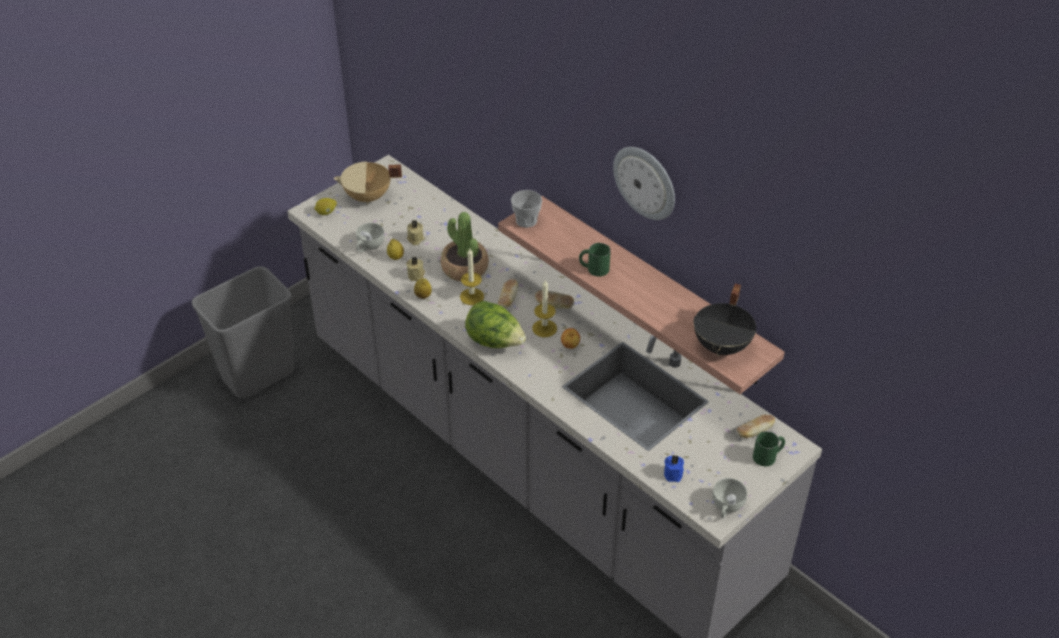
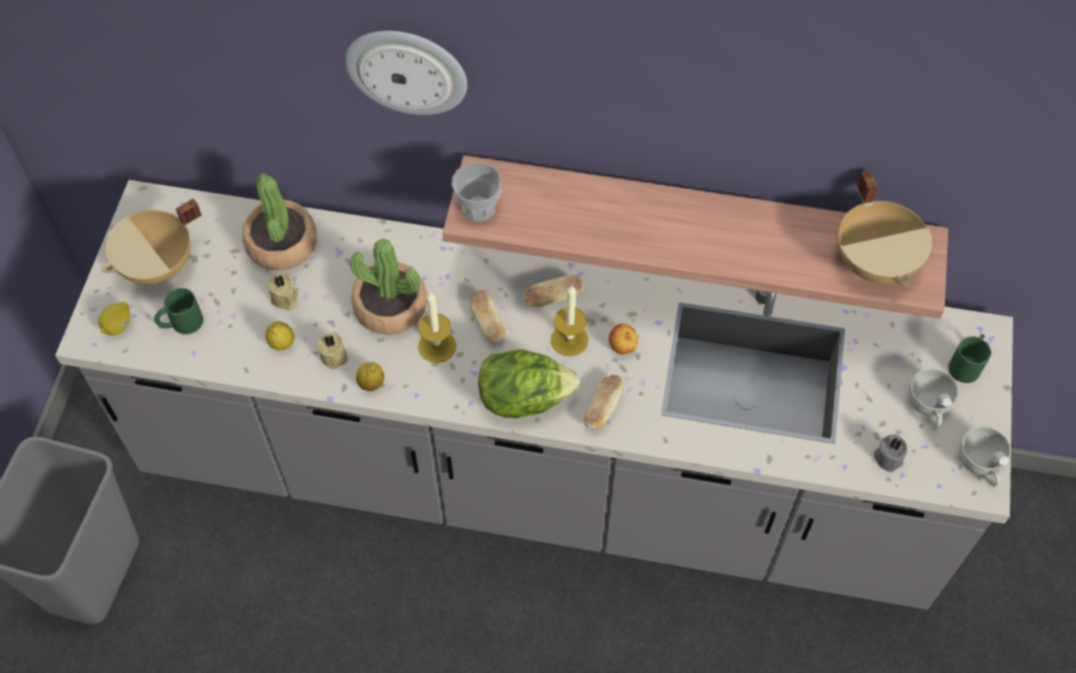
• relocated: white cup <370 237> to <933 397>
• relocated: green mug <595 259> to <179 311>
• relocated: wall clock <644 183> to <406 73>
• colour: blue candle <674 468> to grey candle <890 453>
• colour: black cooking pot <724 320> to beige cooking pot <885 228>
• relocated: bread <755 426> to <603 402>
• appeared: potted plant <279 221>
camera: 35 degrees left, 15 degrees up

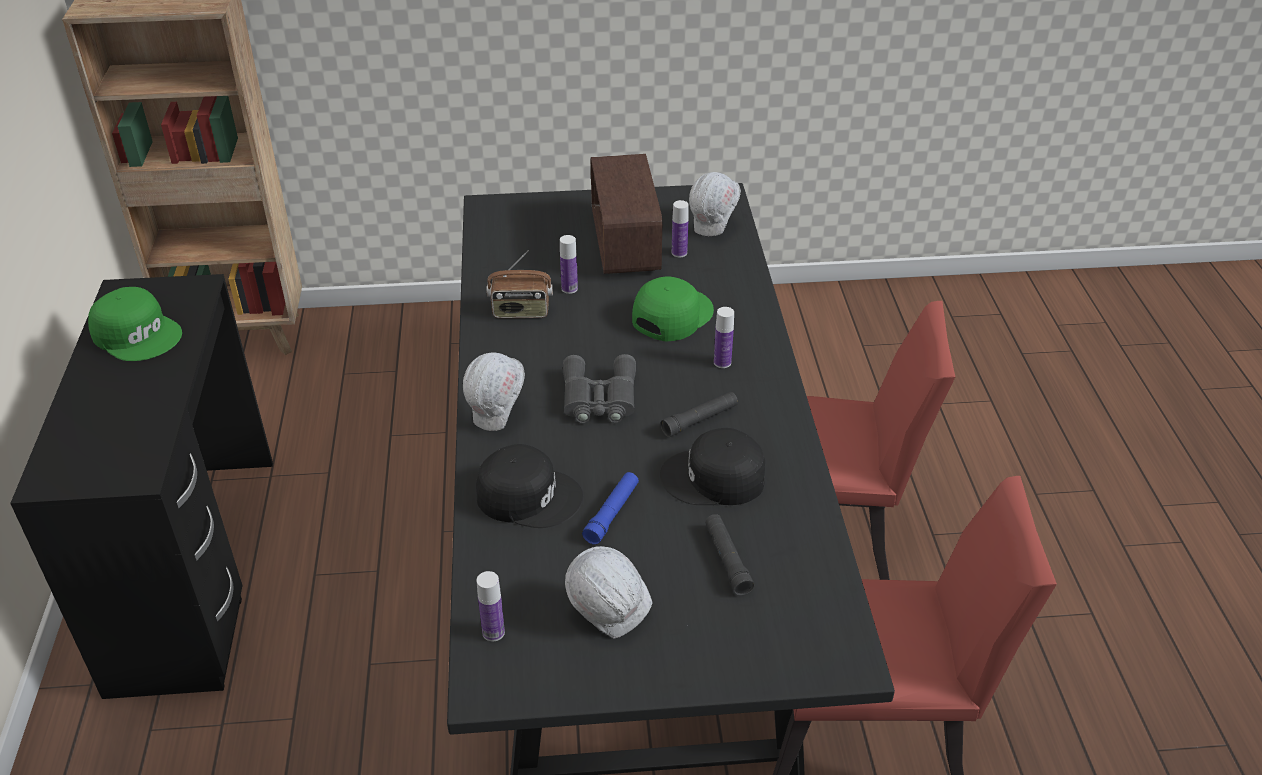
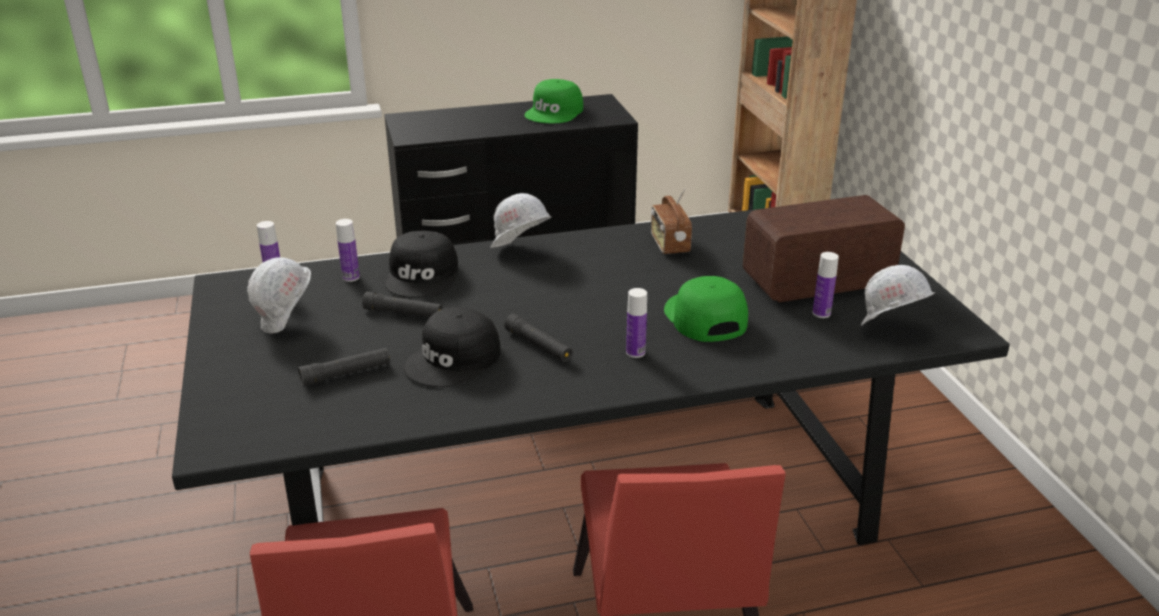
• relocated: bottle <569 264> to <348 250>
• missing: grey binoculars <599 388>
• colour: blue flashlight <610 508> to black flashlight <402 304>
• spun: green cap <673 308> = <706 309> 135 degrees counterclockwise
• spun: black cap <712 466> = <452 347> 135 degrees counterclockwise
camera: 80 degrees right, 10 degrees down

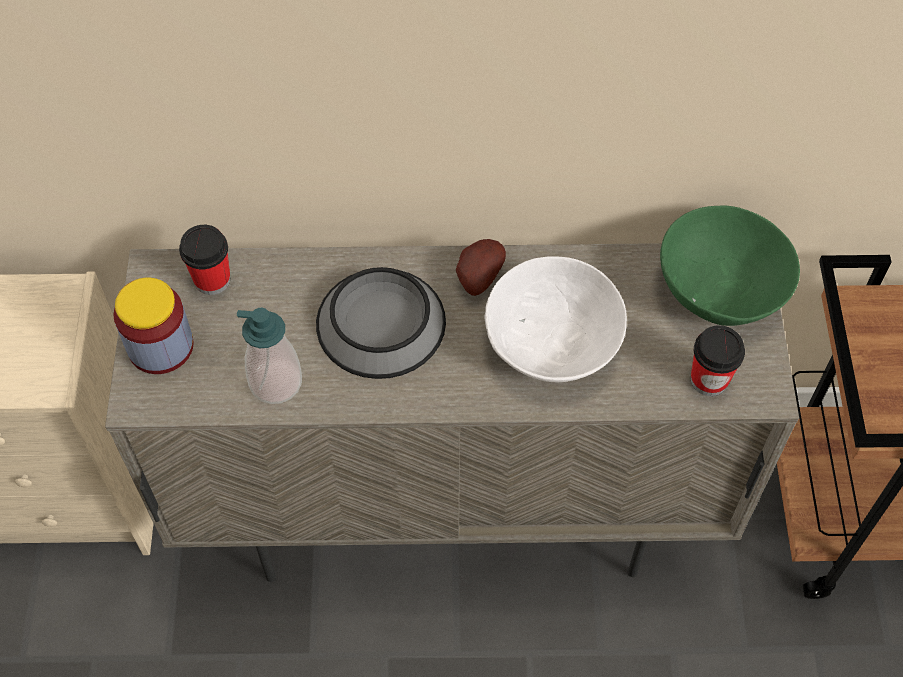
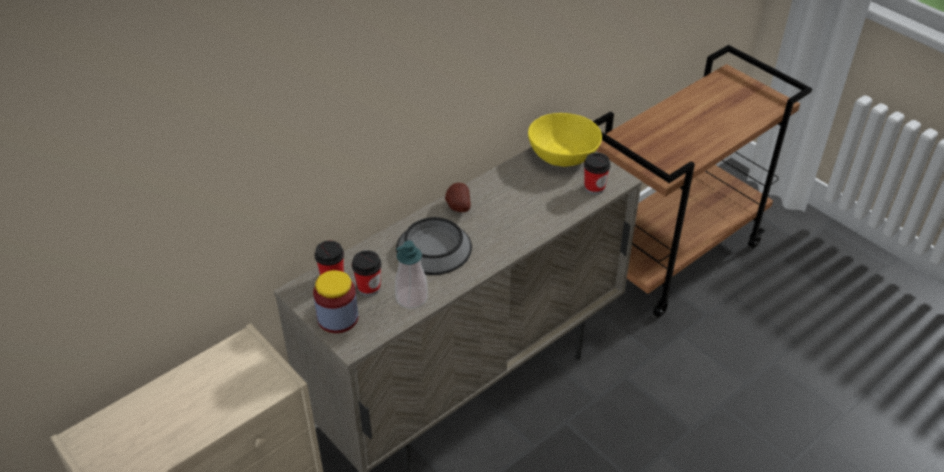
• missing: white bowl <555 319>
• colour: green bowl <730 265> to yellow bowl <565 140>
• appeared: cup <367 273>
camera: 40 degrees left, 15 degrees down

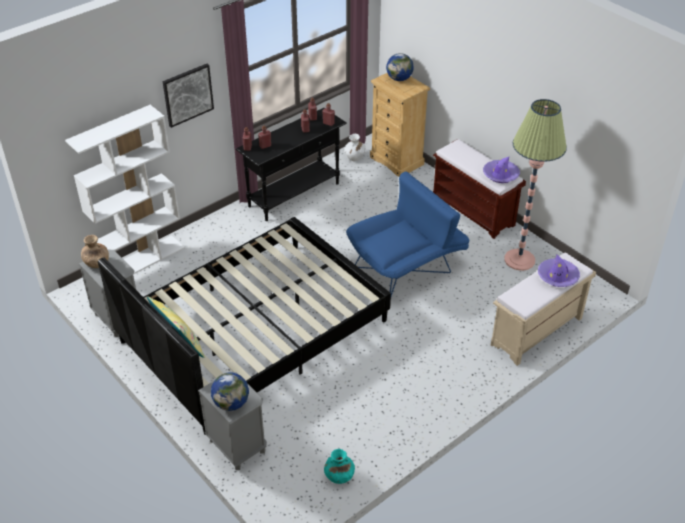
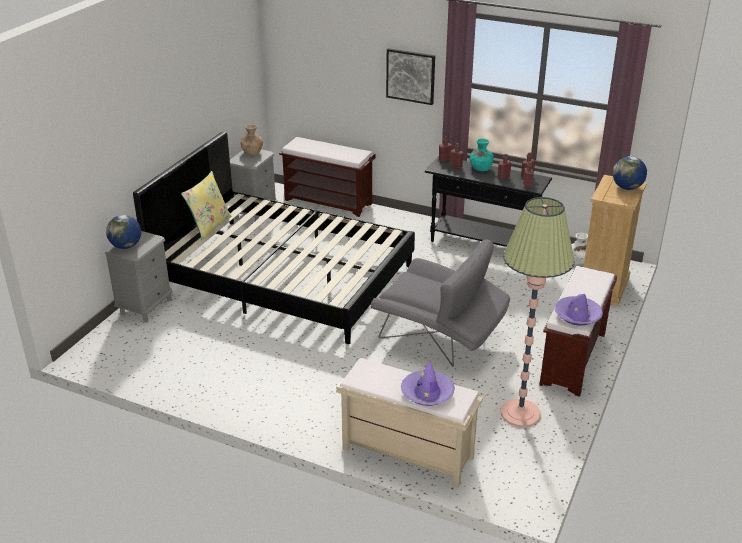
• exchanged: white bookcase <125 189> to brown bench <327 177>
• relocated: turquoise vase <339 466> to <482 154>
• colour: blue armchair <407 233> to grey armchair <440 303>
camera: 65 degrees right, 10 degrees down

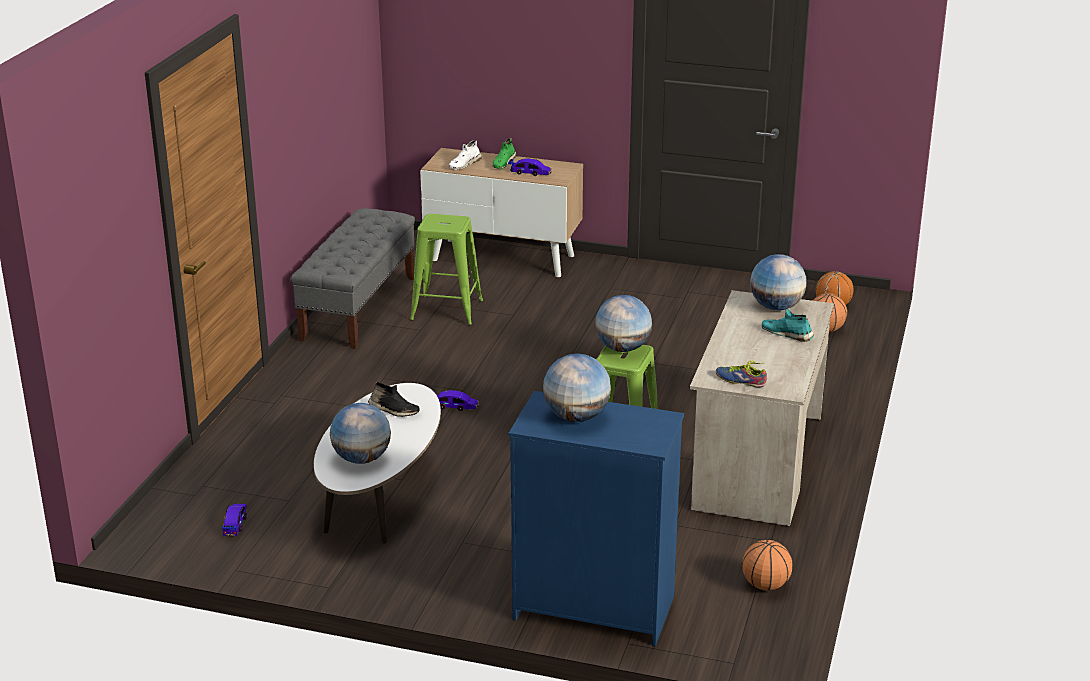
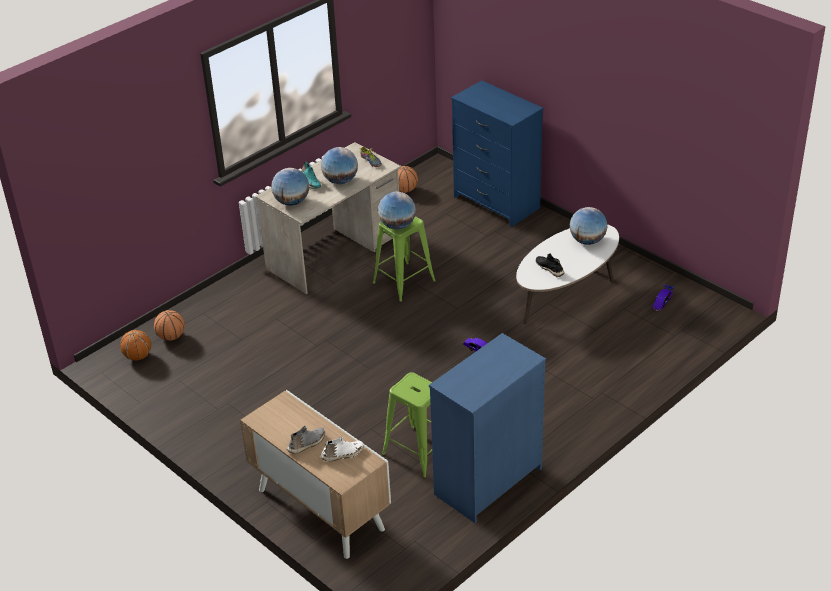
• exchanged: grey bench <352 278> to blue dresser <487 428>
• colour: green shoe <504 153> to grey shoe <306 440>
• missing: toy car <530 167>
• relocated: globe <577 388> to <339 165>
camera: 150 degrees left, 10 degrees up

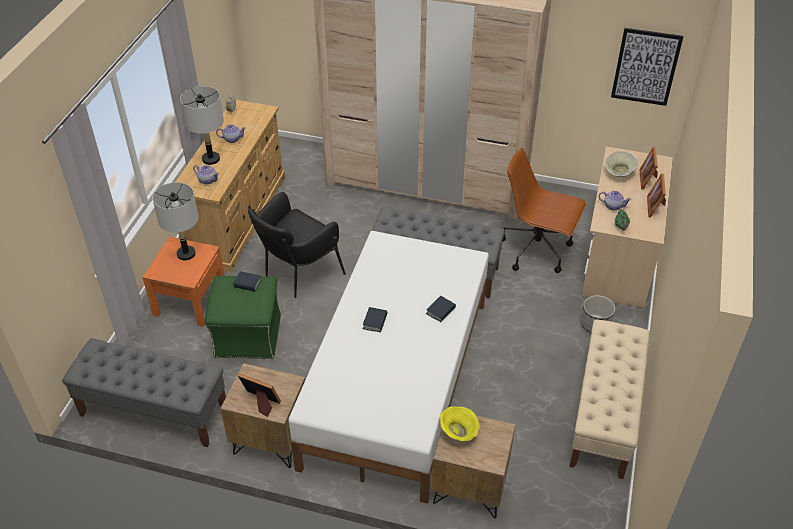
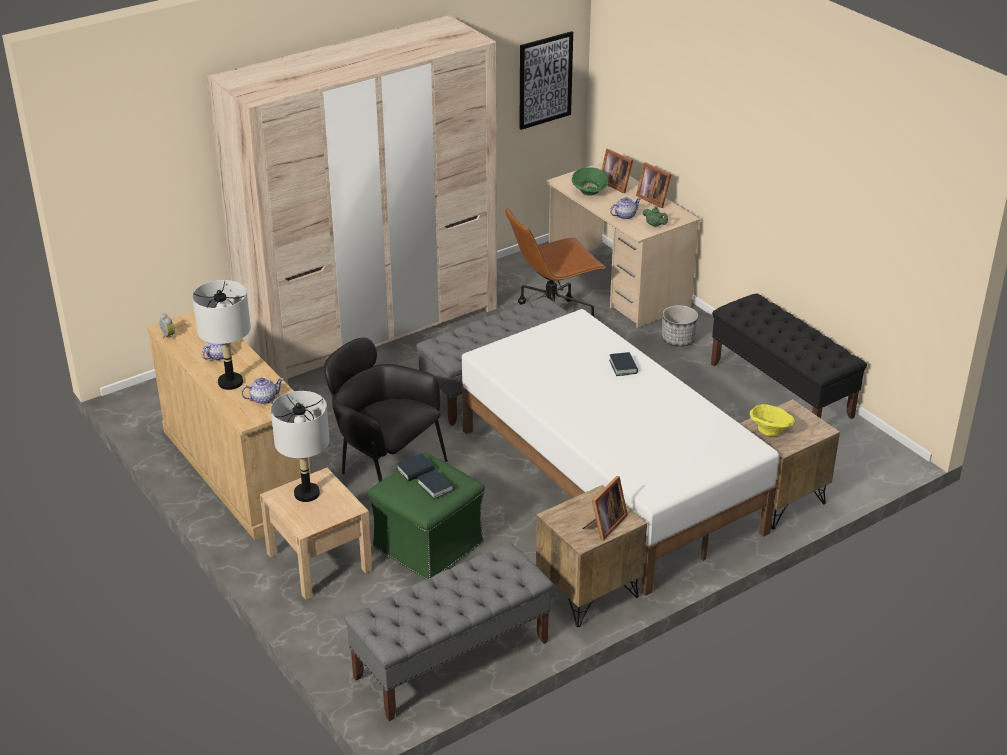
• colour: orange nightstand <183 282> to beige nightstand <316 534>
• spun: picture frame <259 395> = <605 508> 150 degrees clockwise
• spun: black armchair <297 245> = <386 410> 135 degrees clockwise
• relocated: book <375 319> to <435 484>
• colour: beige bench <609 399> to black bench <789 356>
• colour: beige bowl <621 164> to green bowl <590 181>
camera: 50 degrees left, 10 degrees down

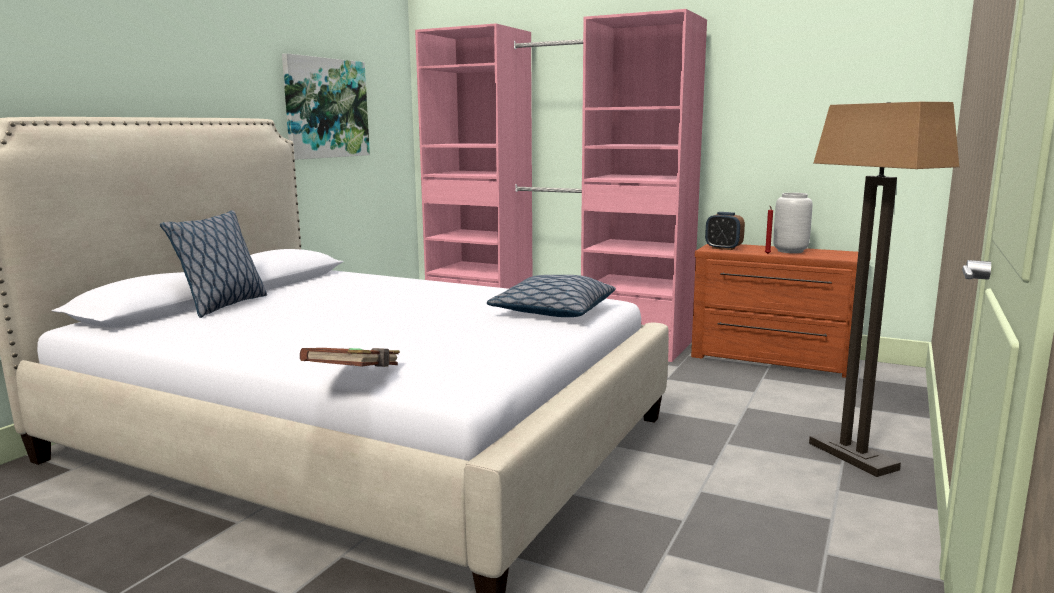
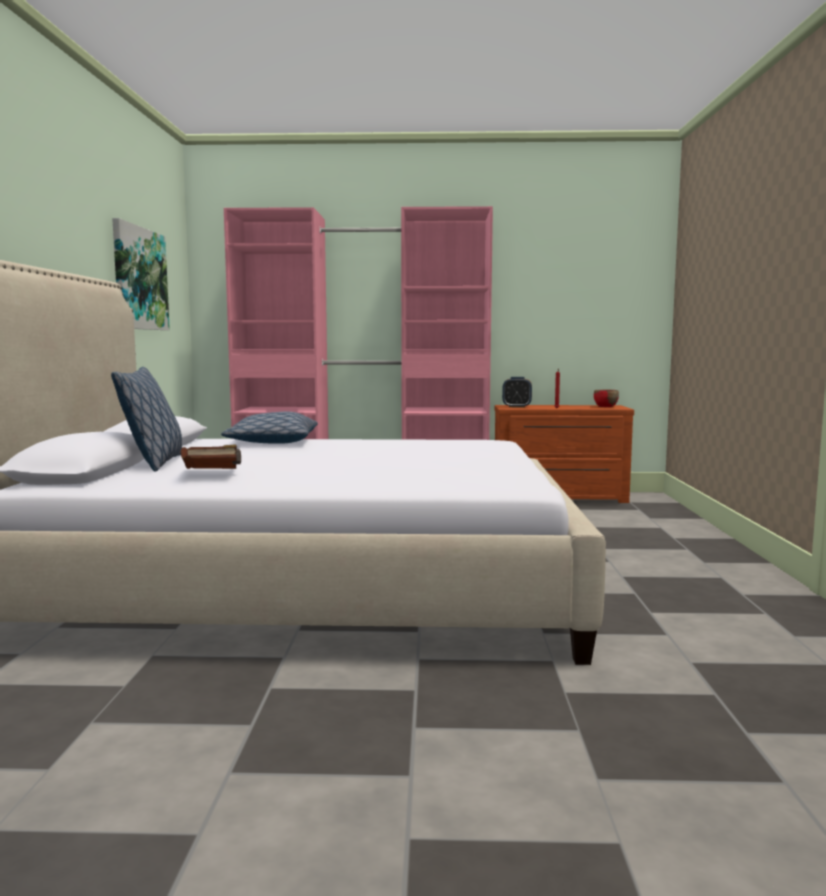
• relocated: brown book <350 357> to <211 456>
• relocated: pillow <551 296> to <269 428>
• missing: grey vase <792 223>
• missing: floor lamp <884 289>
• appeared: red bowl <606 398>
camera: 25 degrees left, 5 degrees down

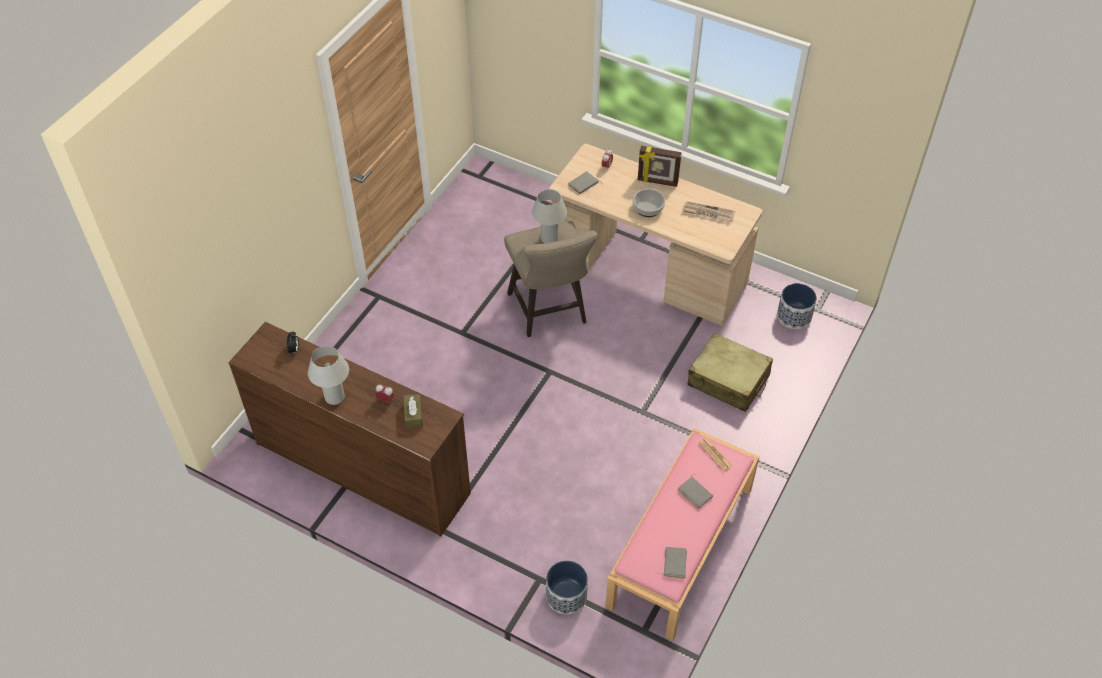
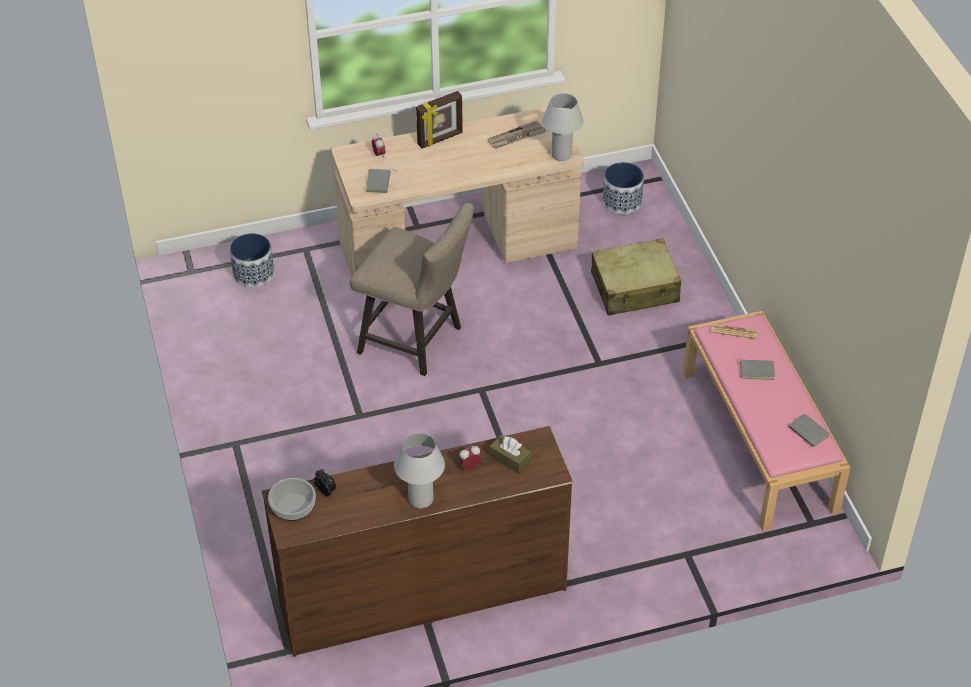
• relocated: white table lamp <549 216> to <563 127>
• relocated: planter <567 587> to <252 260>
• relocated: bowl <649 203> to <292 499>
camera: 45 degrees left, 5 degrees down

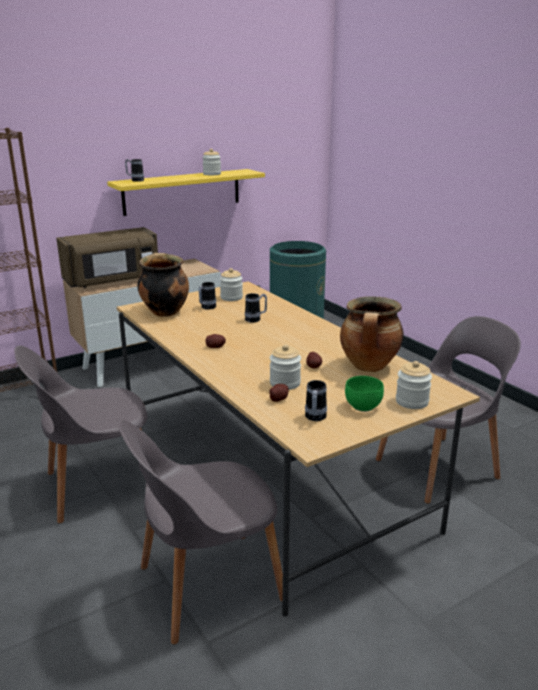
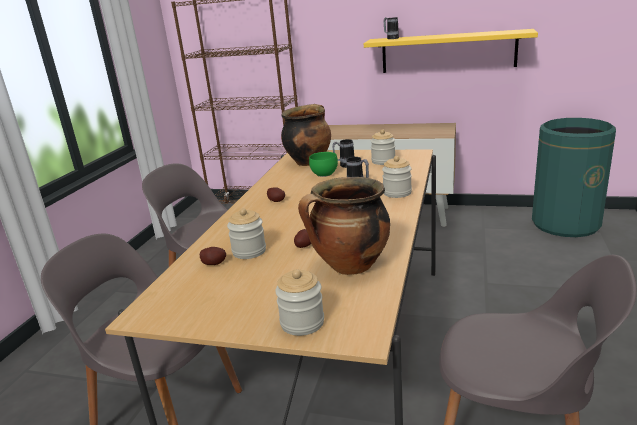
• missing: brown microwave <107 257>
• relocated: jar <211 162> to <397 177>
• missing: mug <316 400>
• relocated: green bowl <364 394> to <323 164>
camera: 50 degrees right, 0 degrees up

